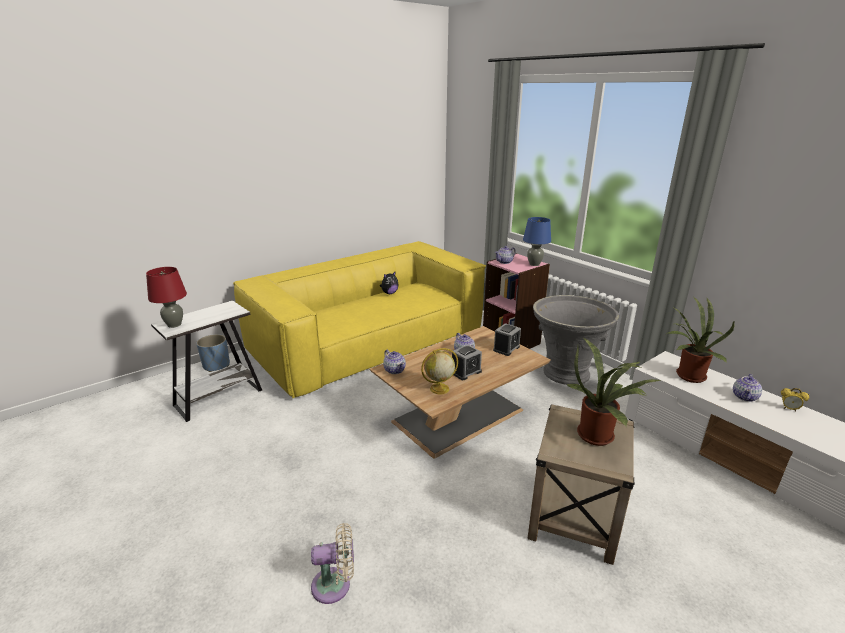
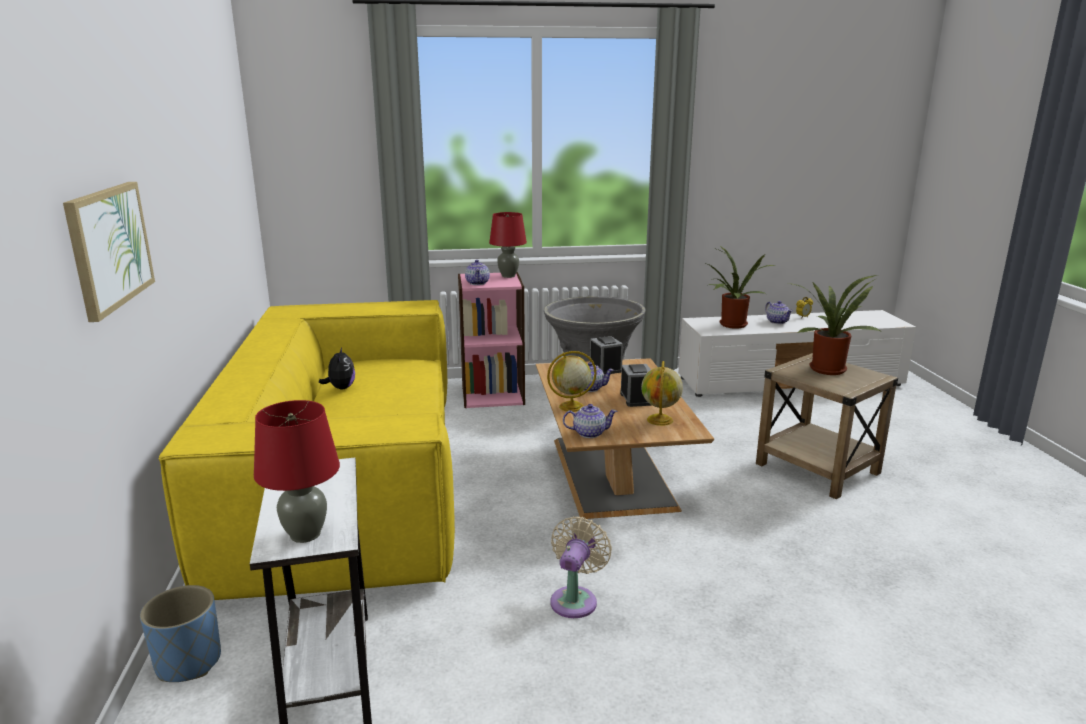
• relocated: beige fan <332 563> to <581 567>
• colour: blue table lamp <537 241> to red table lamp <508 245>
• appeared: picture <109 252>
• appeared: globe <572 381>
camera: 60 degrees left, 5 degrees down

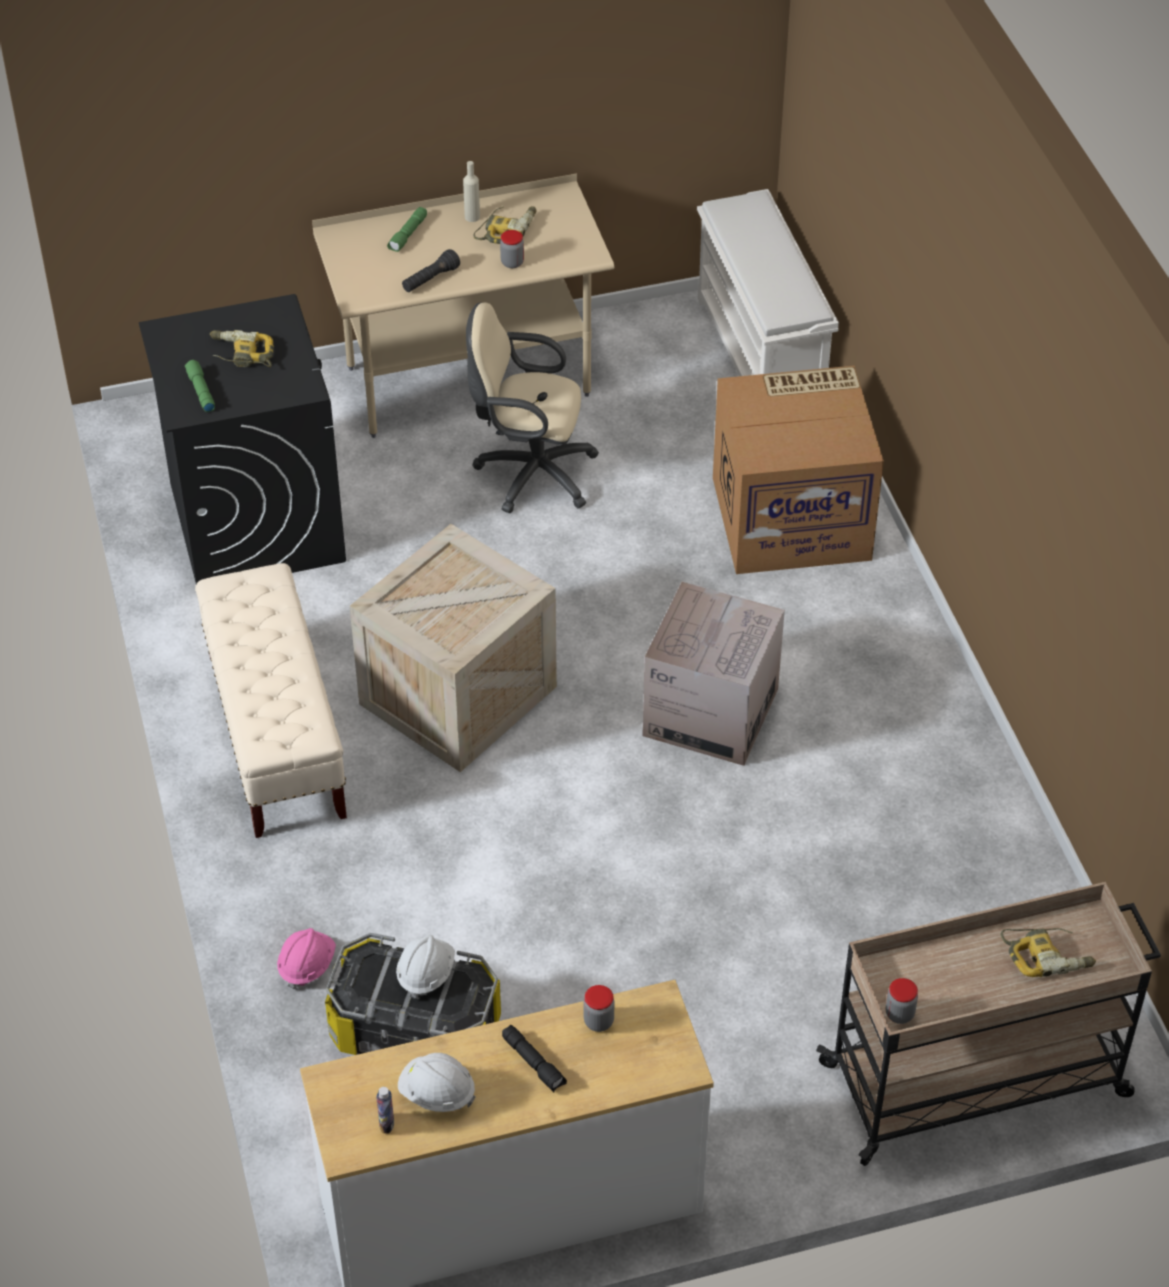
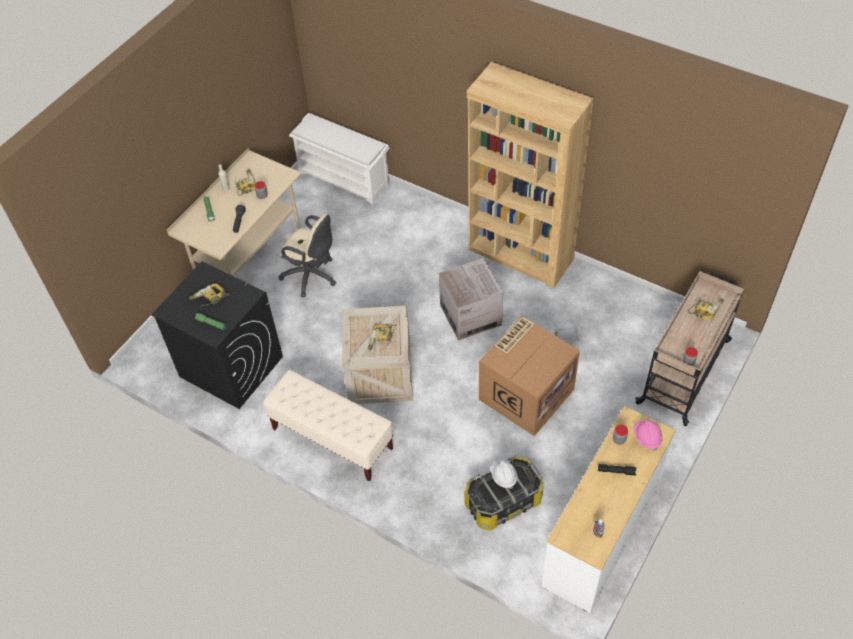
• relocated: pink hard hat <306 959> to <648 435>
• relocated: white hard hat <437 1082> to <565 331>
• spun: beige office chair <532 408> = <307 255> 120 degrees counterclockwise
• relocated: cardboard box <798 470> to <529 376>
• appeared: power drill <382 337>
• appeared: brown bookcase <530 175>
camera: 40 degrees left, 5 degrees up

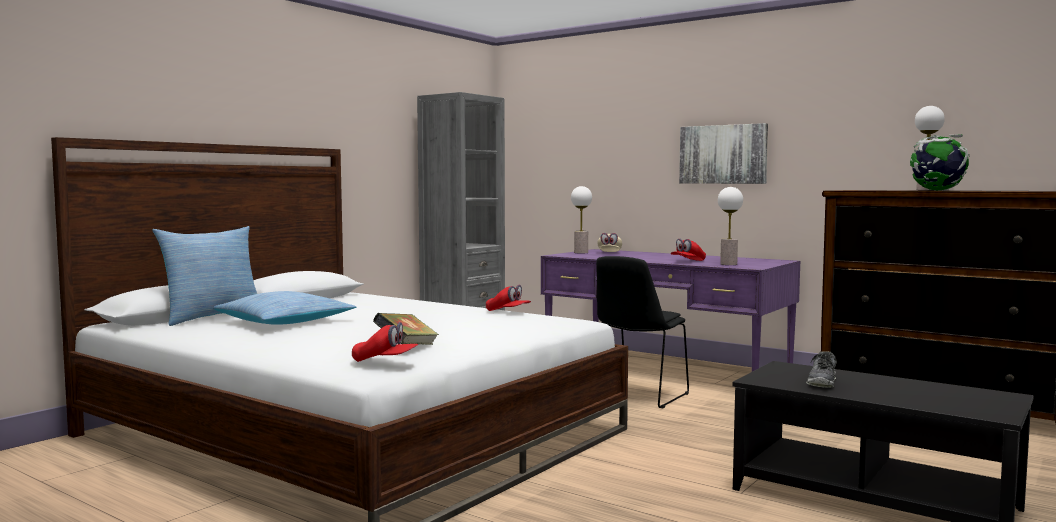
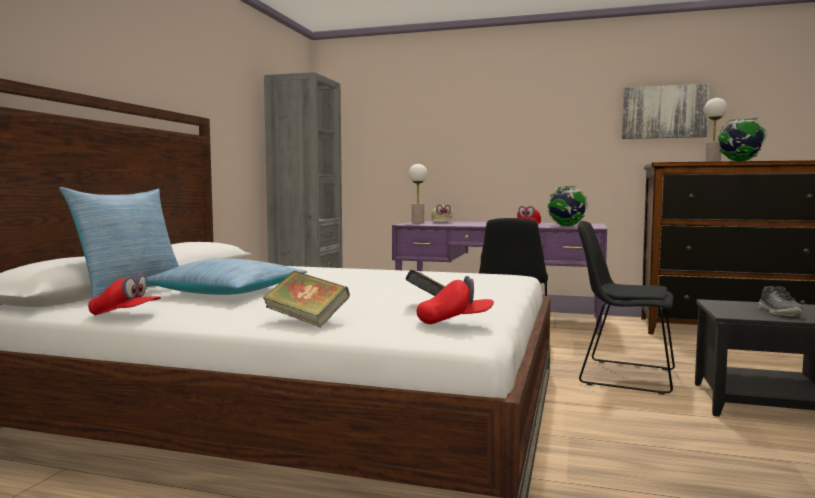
• relocated: red cap <508 298> to <124 294>
• relocated: picture <723 153> to <666 111>
• exchanged: table lamp <730 226> to globe <567 206>
• appeared: book <306 299>
• appeared: black chair <626 308>
camera: 20 degrees left, 0 degrees up

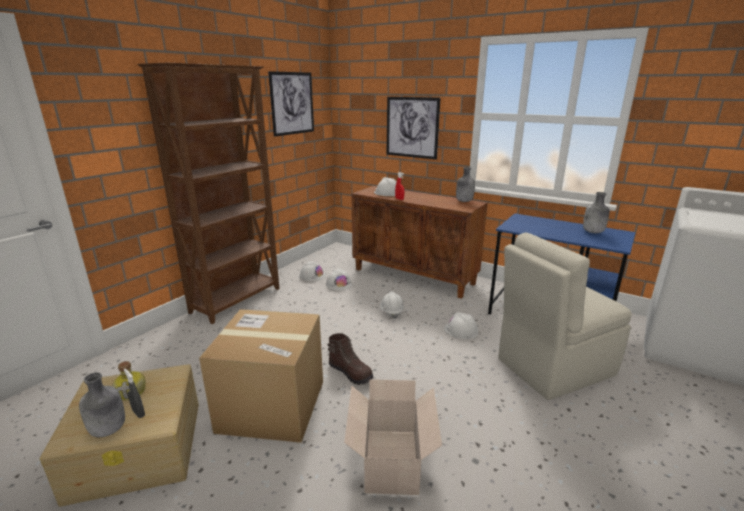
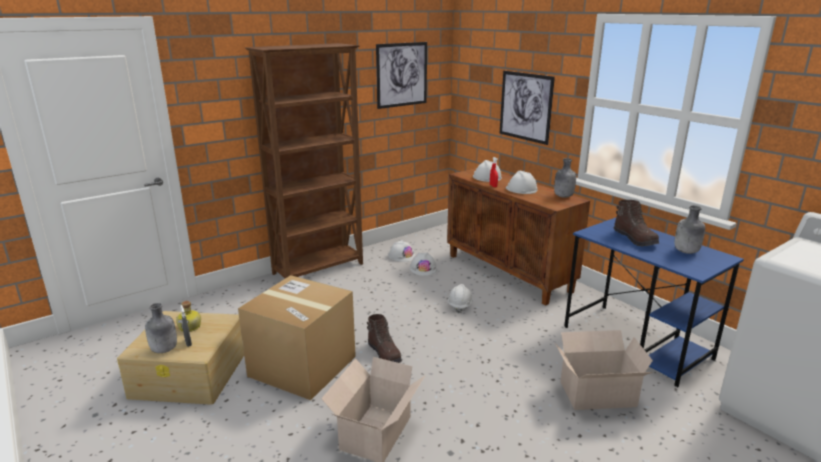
• relocated: white hard hat <461 325> to <521 182>
• exchanged: beige chair <565 316> to cardboard box <604 370>
• appeared: brown boot <636 223>
camera: 20 degrees right, 0 degrees up

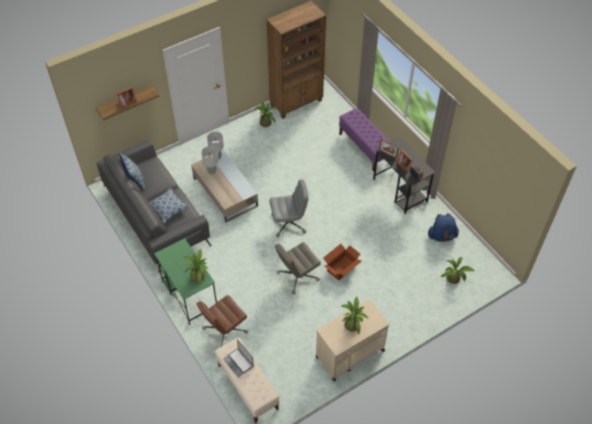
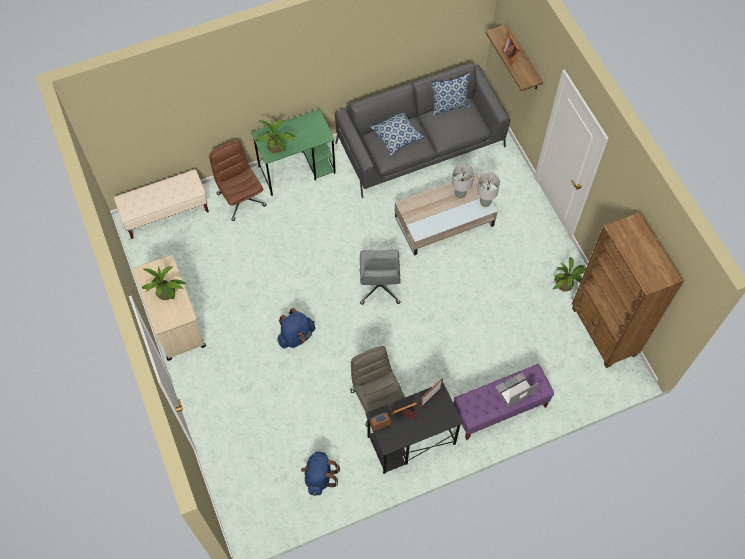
• relocated: laptop <238 358> to <516 390>
• relocated: grey office chair <298 268> to <377 386>
• exchanged: cardboard box <342 262> to blue backpack <296 328>
• missing: potted plant <457 270>
camera: 100 degrees right, 10 degrees up

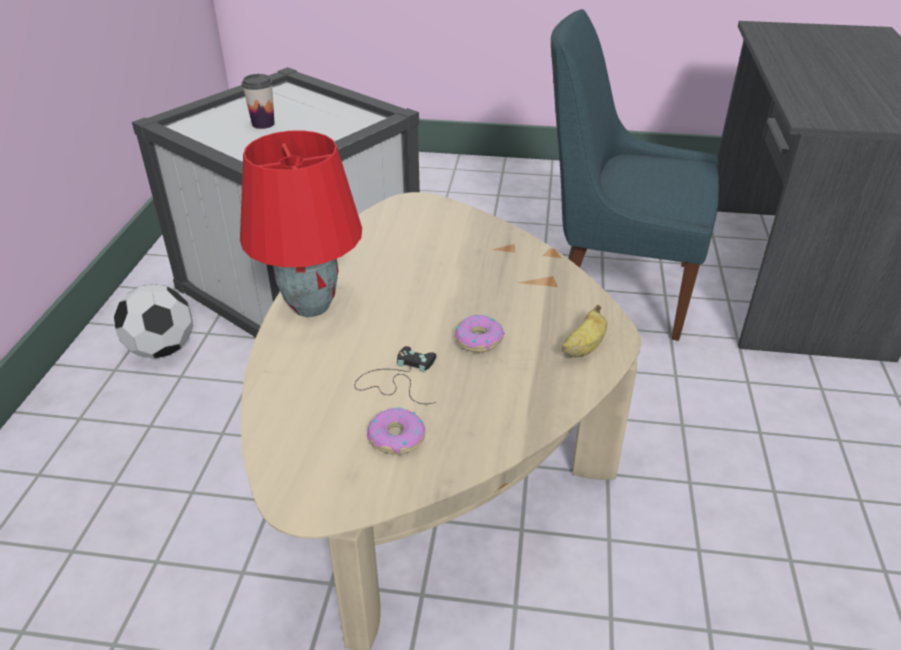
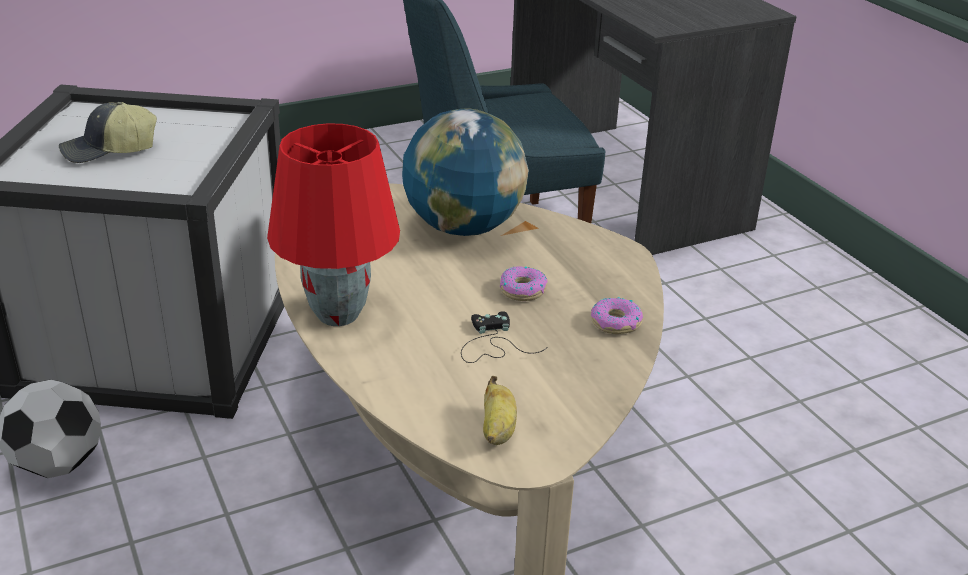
• exchanged: cup <258 101> to cap <108 132>
• relocated: donut <396 431> to <617 315>
• relocated: banana <584 331> to <500 410>
• appeared: globe <465 172>
camera: 35 degrees left, 5 degrees down

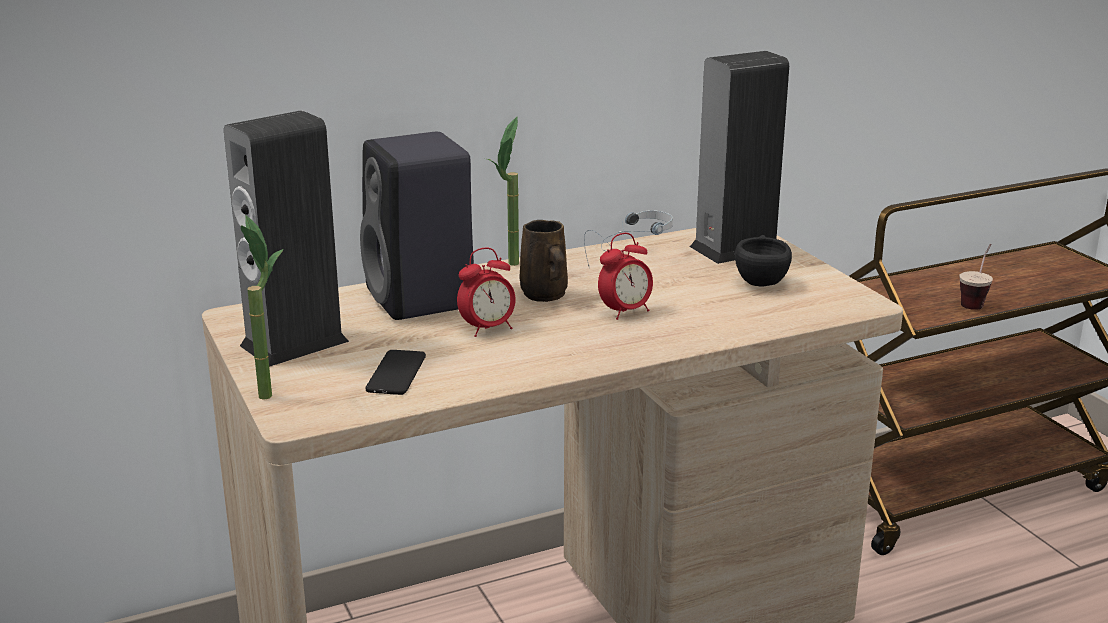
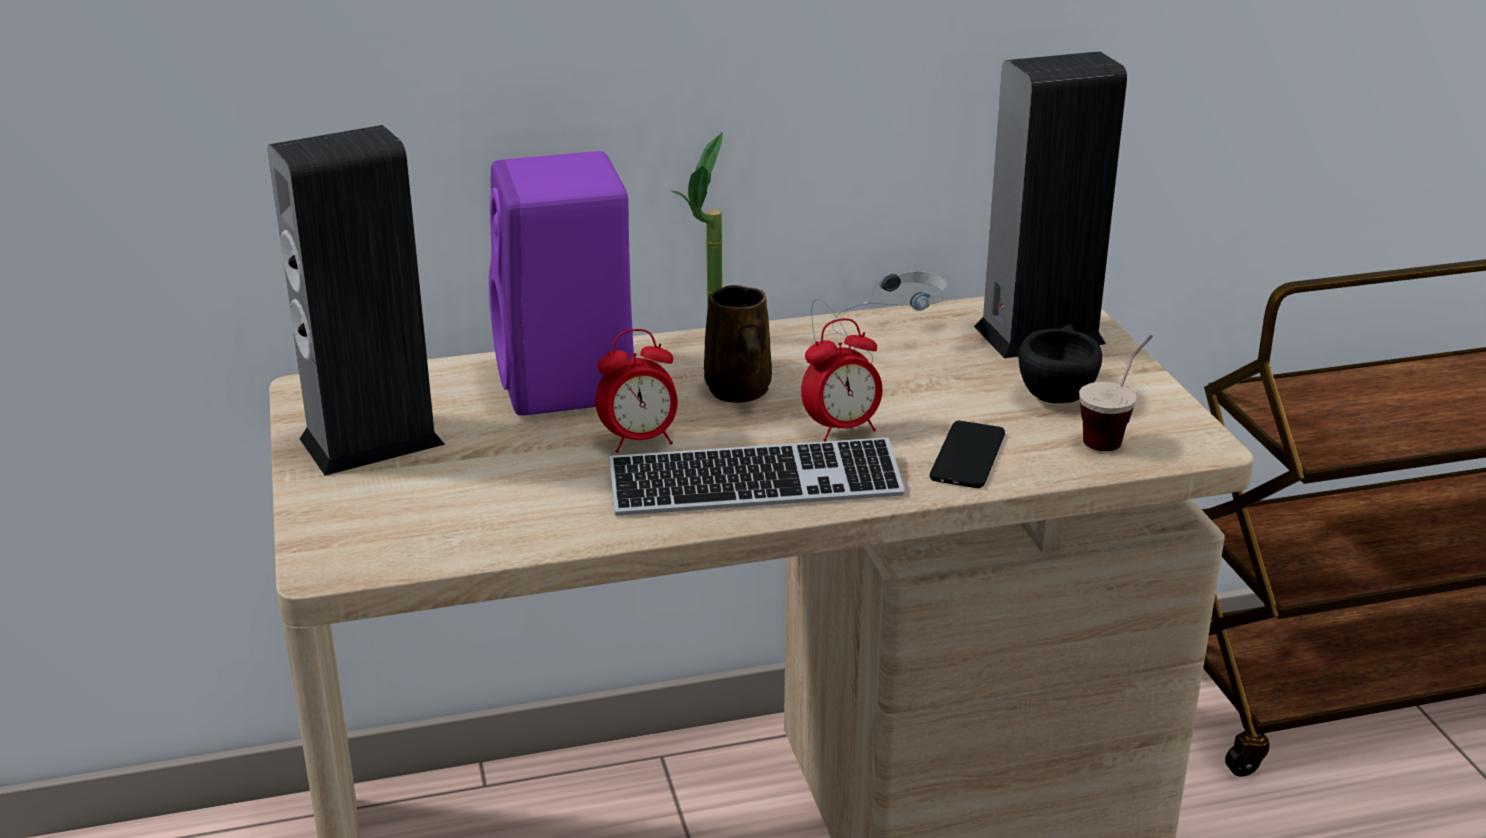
• missing: potted plant <262 307>
• colour: black speaker <417 226> to purple speaker <561 283>
• relocated: phone <395 372> to <967 454>
• relocated: cup <976 277> to <1116 393>
• appeared: keyboard <757 476>
camera: 10 degrees right, 5 degrees up

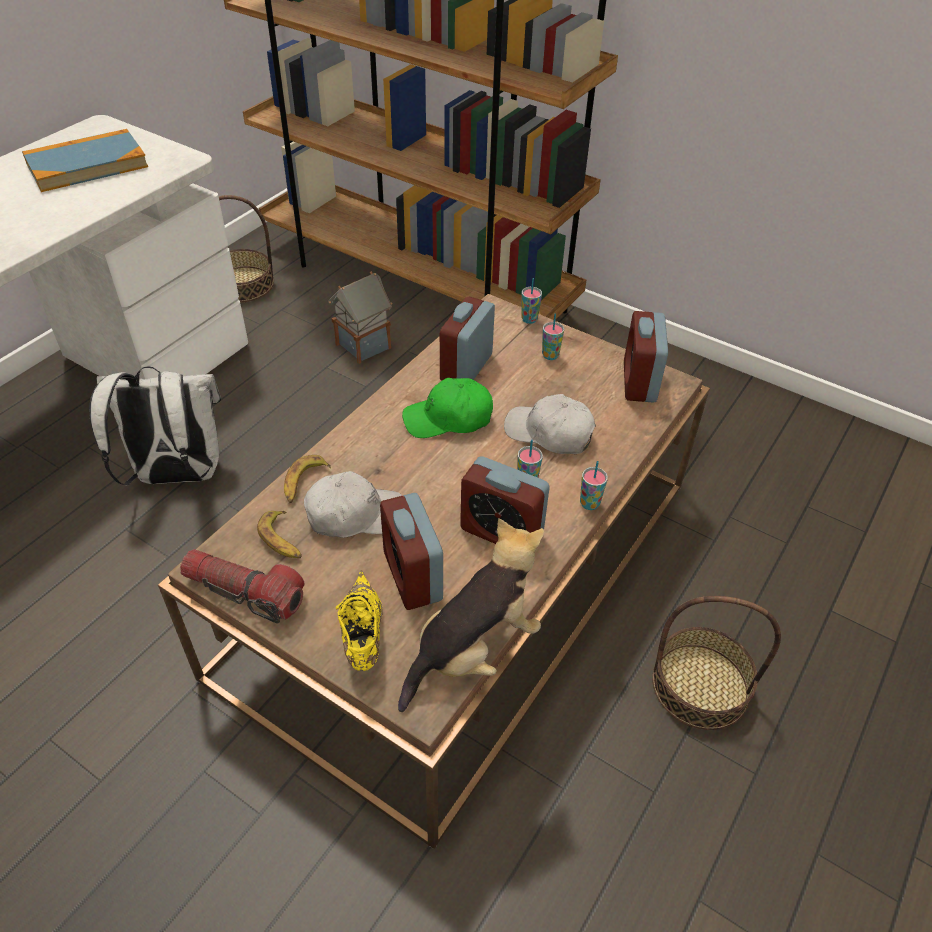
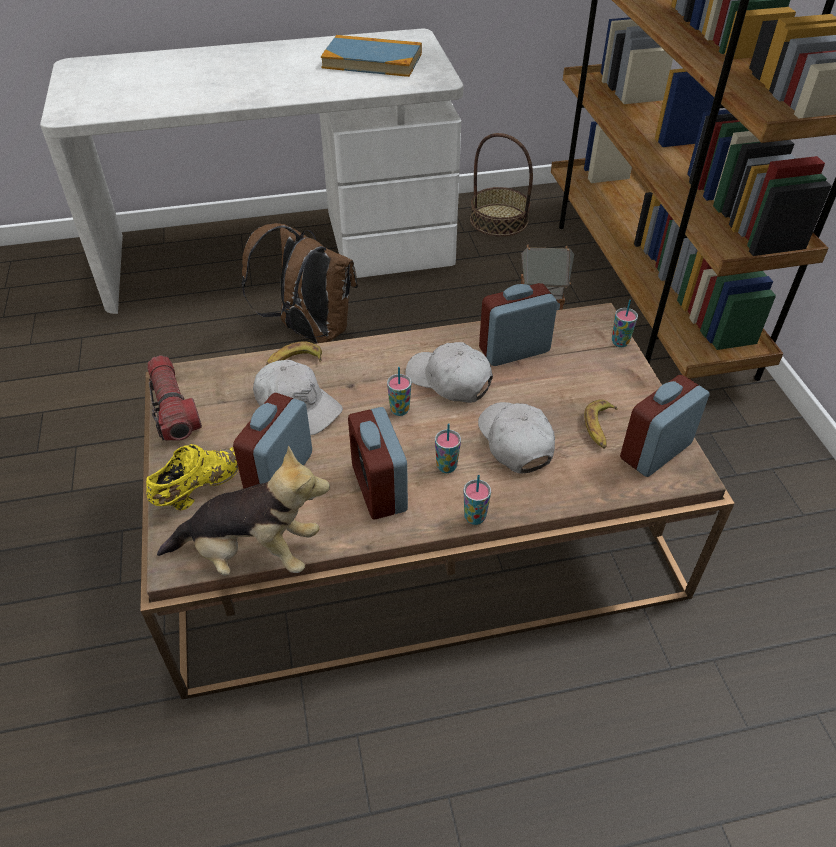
• colour: white backpack <155 425> to brown backpack <299 283>
• relocated: banana <279 534> to <601 423>
• colour: green cap <447 408> to white cap <449 372>
• relocated: cup <553 336> to <399 391>
• missing: basket <716 663>
camera: 45 degrees right, 0 degrees up

